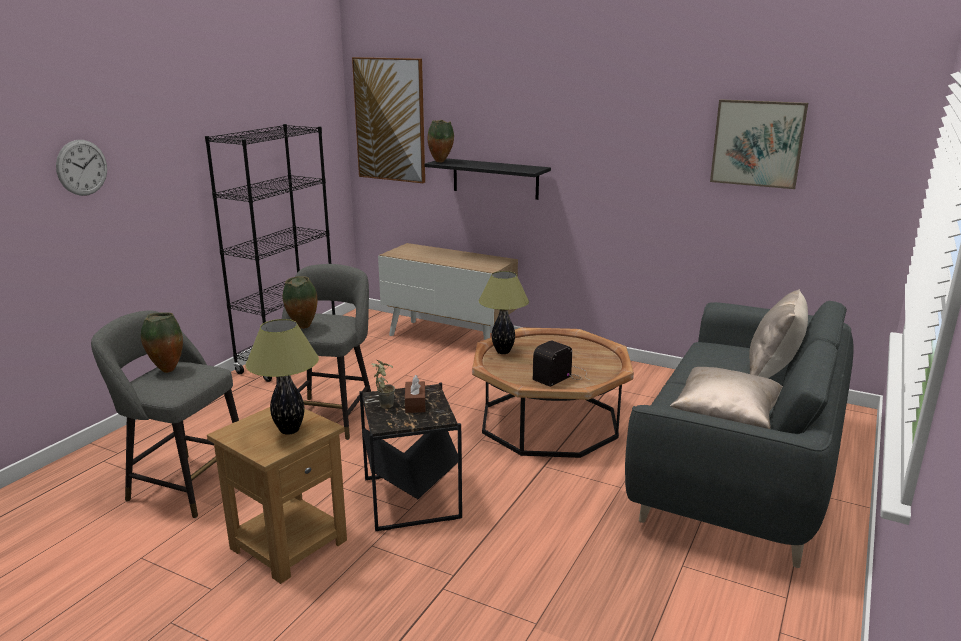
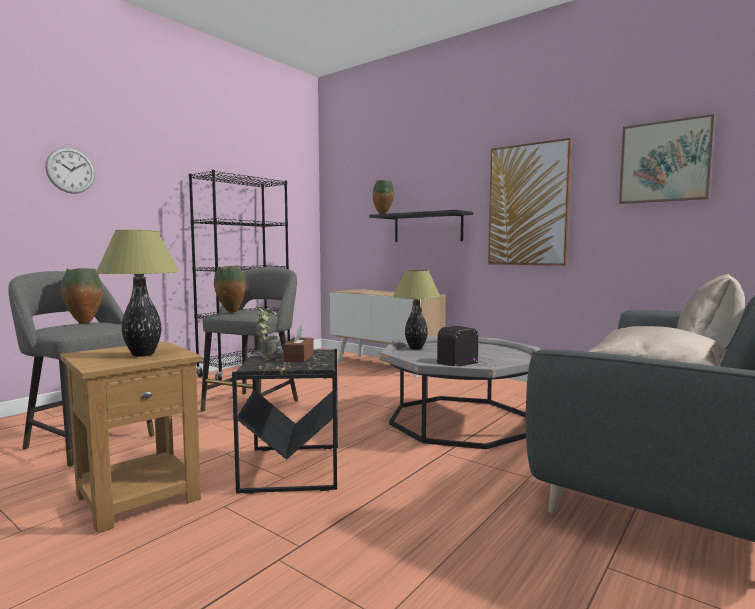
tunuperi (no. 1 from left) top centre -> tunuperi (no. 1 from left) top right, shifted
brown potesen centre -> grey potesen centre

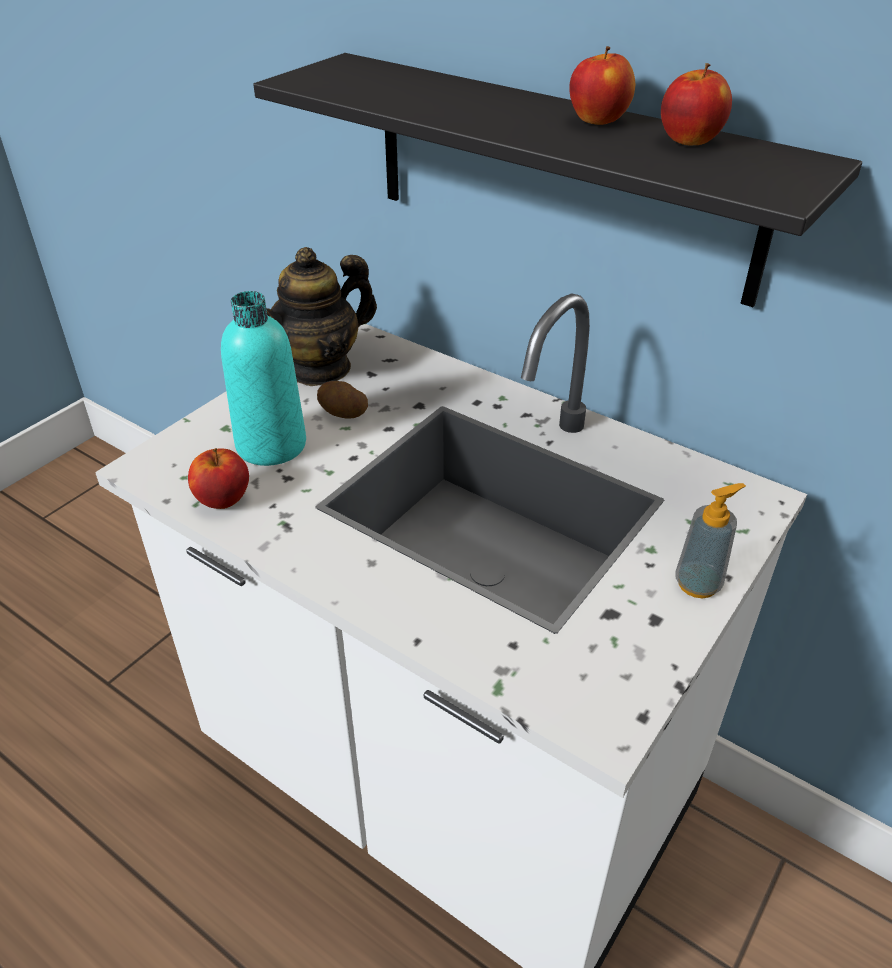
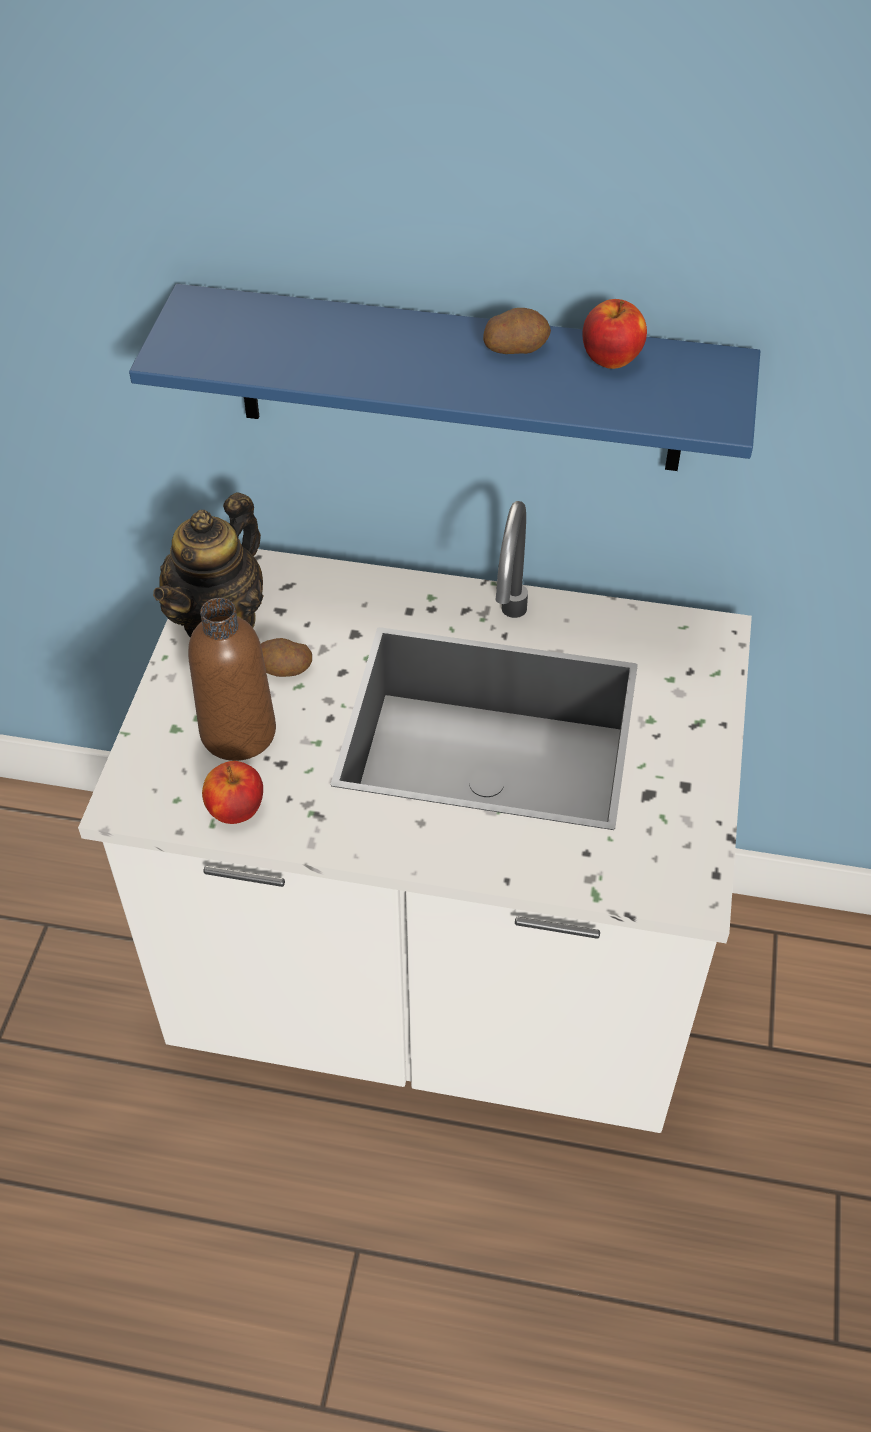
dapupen (no. 2 from left) top right -> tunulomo (no. 2 from left) top centre
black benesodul top centre -> blue benesodul top centre
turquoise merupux middle left -> brown merupux middle left
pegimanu middle right -> none

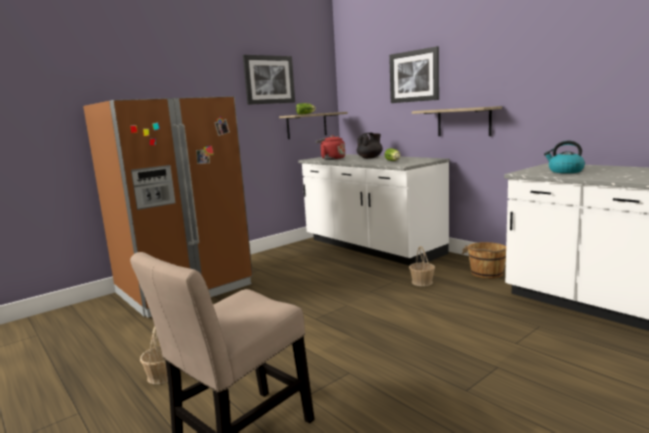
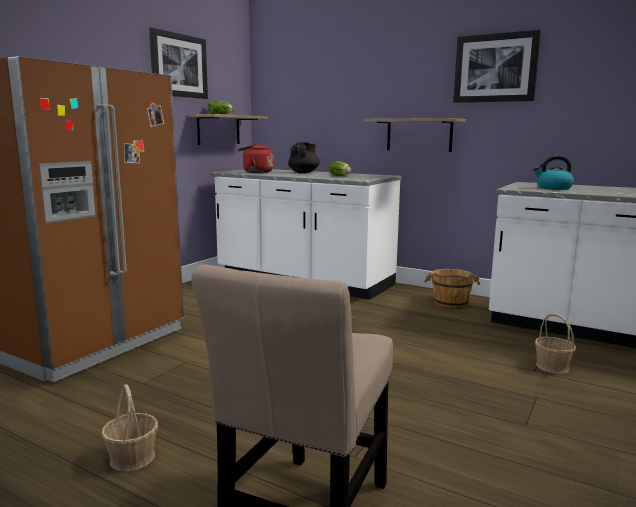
tunuperi (no. 2 from left) top centre -> tunuperi (no. 2 from left) top right, shifted
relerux (no. 2 from left) centre -> relerux (no. 2 from left) bottom right, shifted

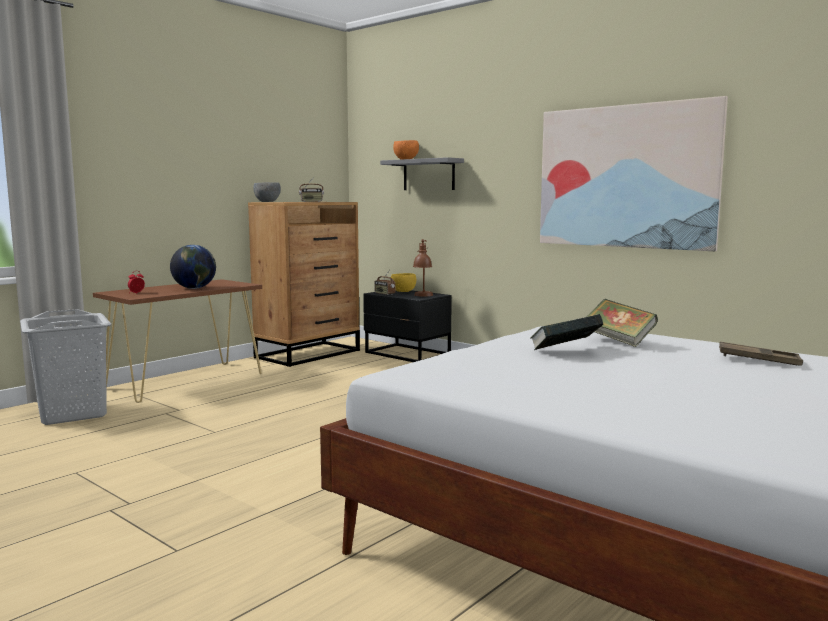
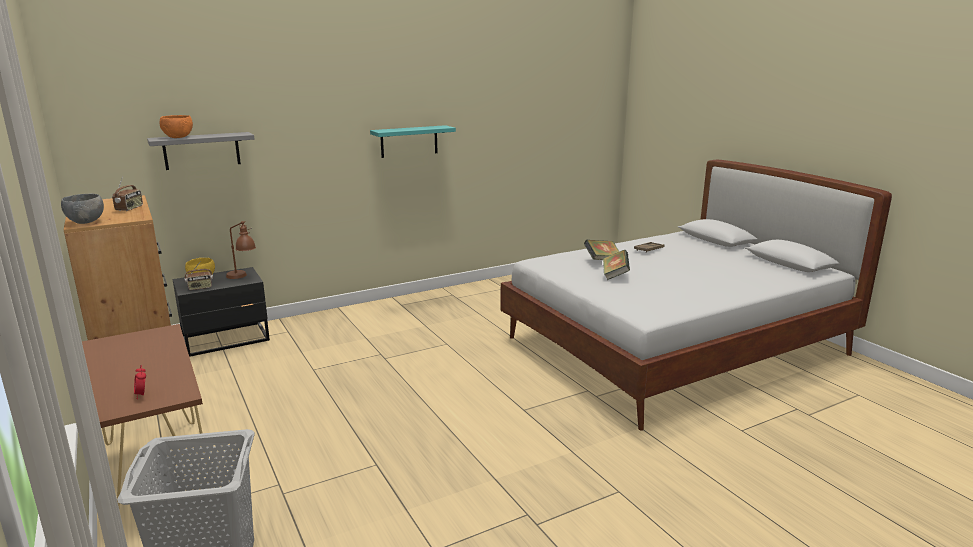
tunuperi top right -> turquoise benesodul top centre
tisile middle left -> none

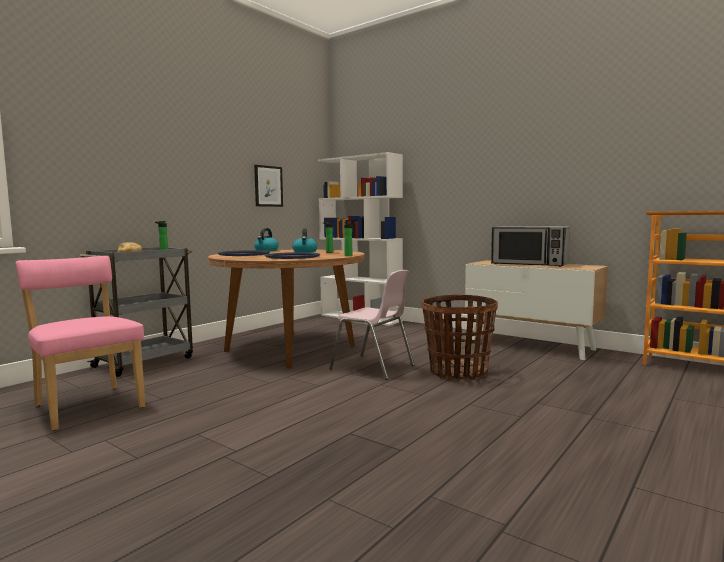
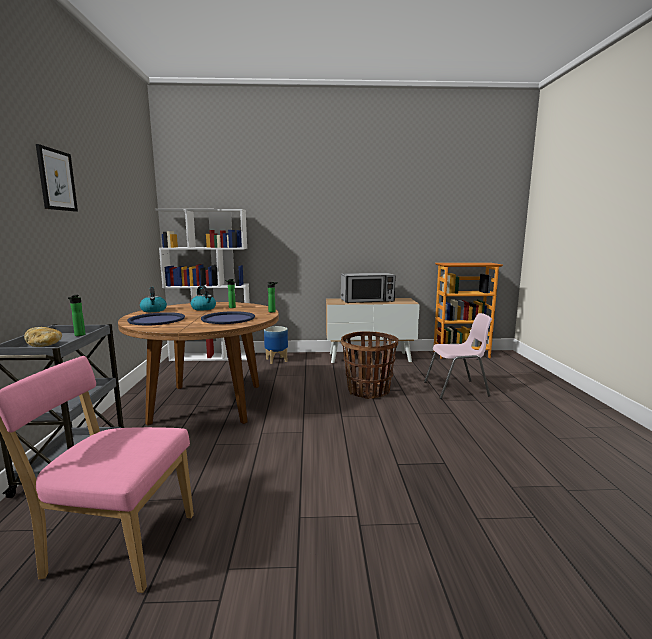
tunuperi top centre -> tunuperi top left, shifted
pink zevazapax (no. 2 from left) centre -> pink zevazapax (no. 2 from left) middle right, shifted
none -> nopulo centre

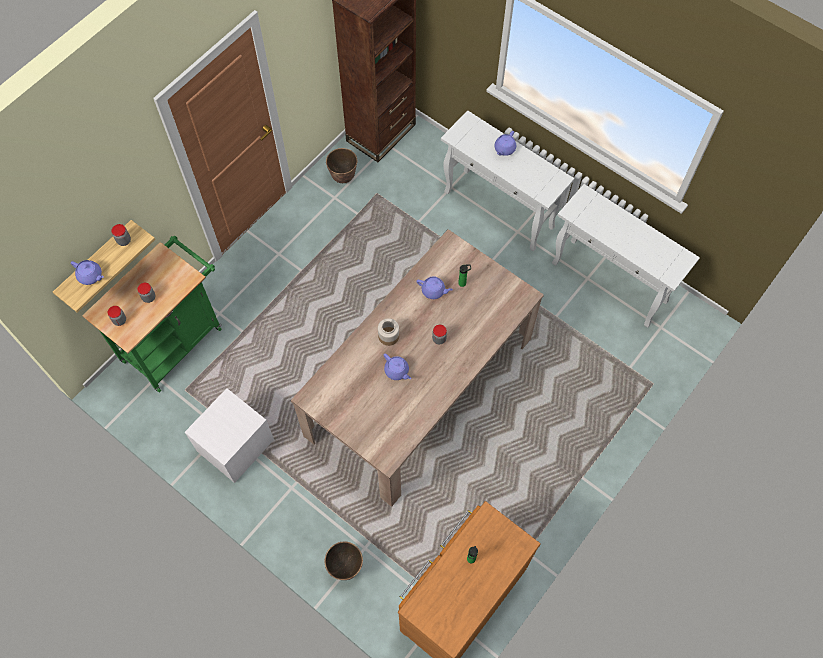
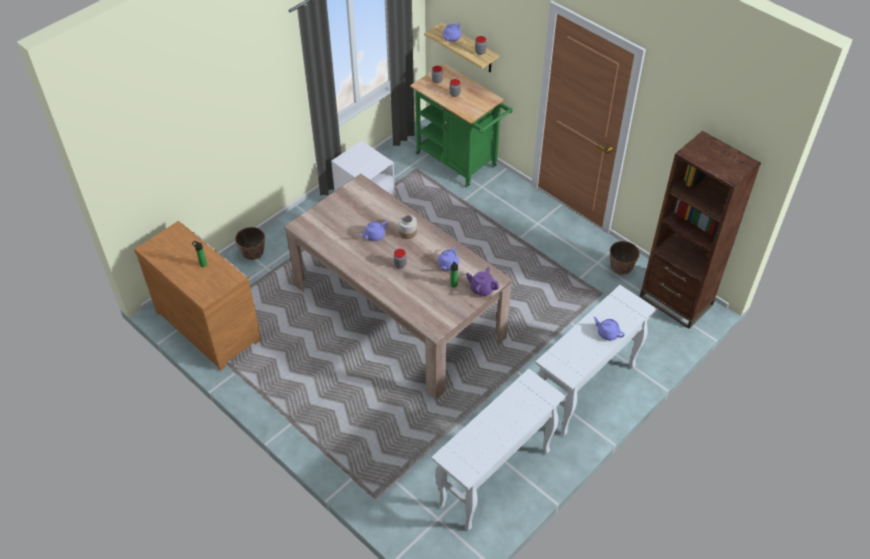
none -> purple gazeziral (no. 4 from left) centre

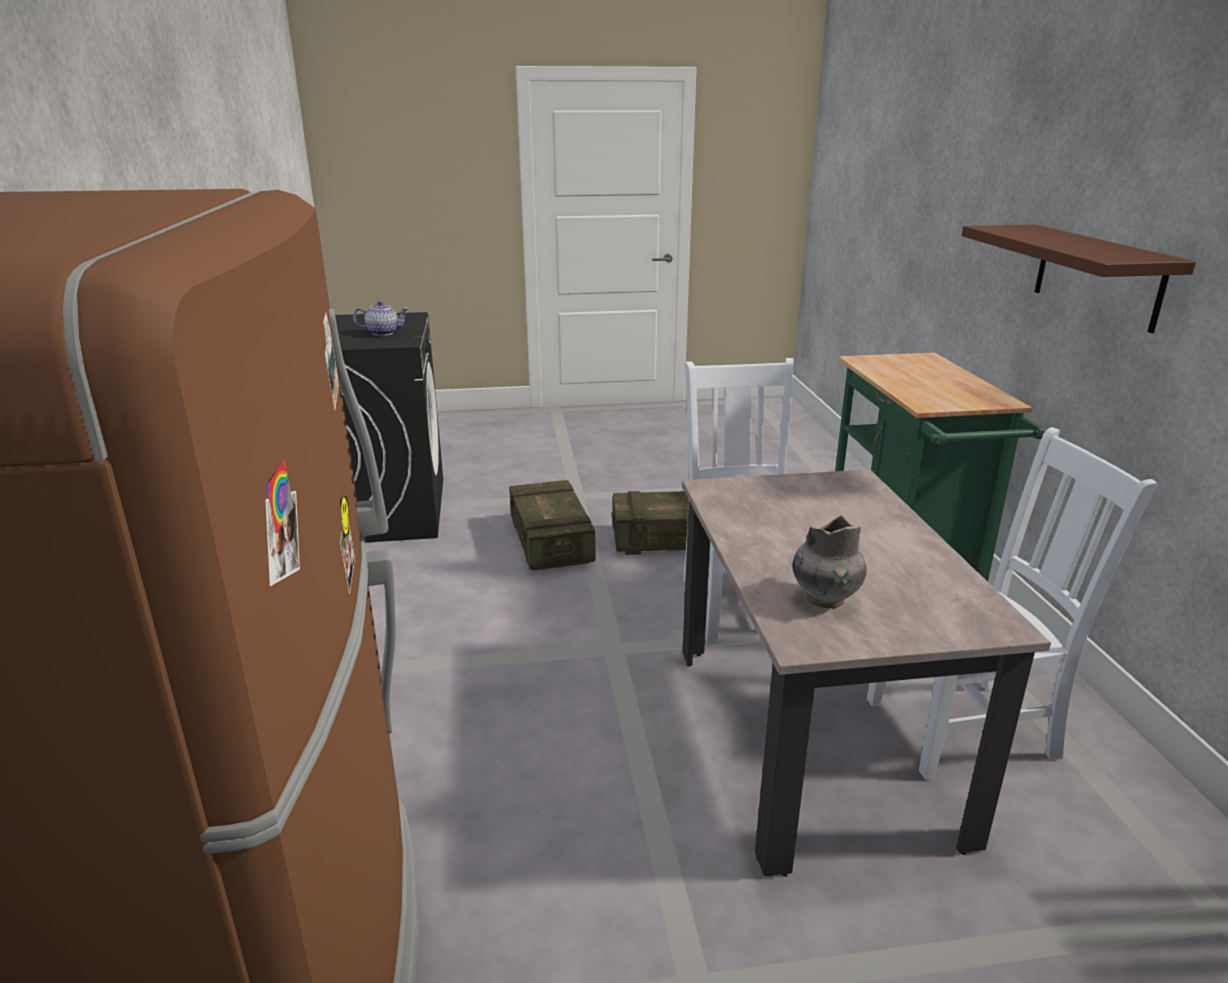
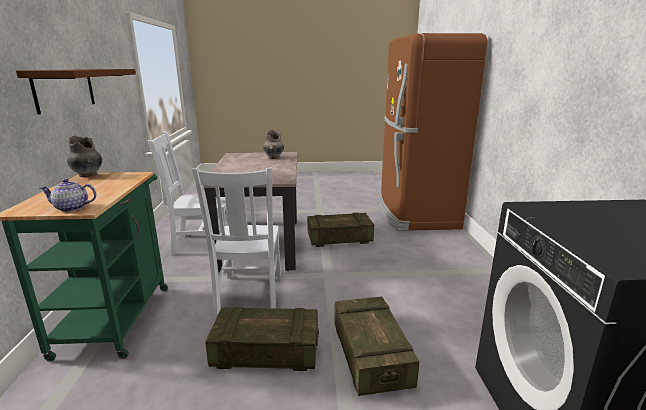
gazeziral top left -> gazeziral middle left, shifted
none -> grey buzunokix (no. 1 from left) middle left
none -> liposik (no. 2 from left) centre

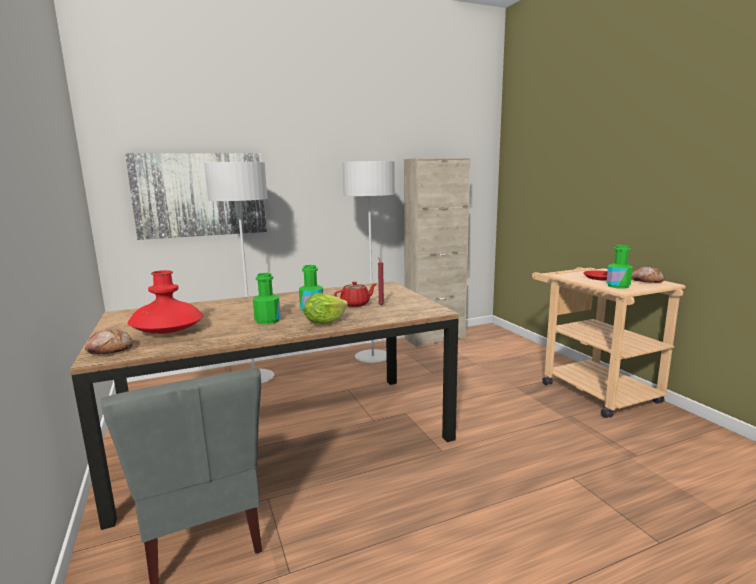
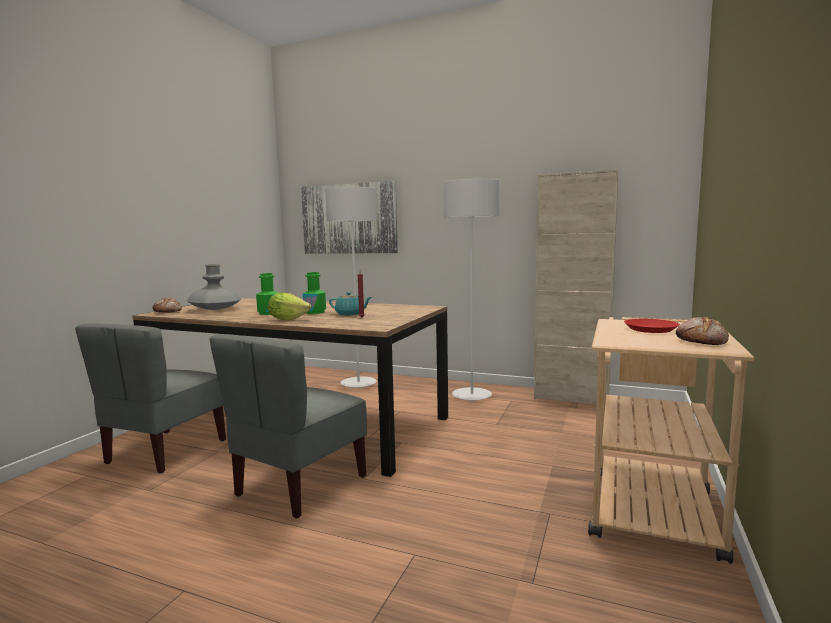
green merupux (no. 3 from left) middle right -> none
red buzunokix middle left -> grey buzunokix middle left
red gazeziral centre -> turquoise gazeziral centre
none -> grey zevazapax (no. 2 from left) bottom centre

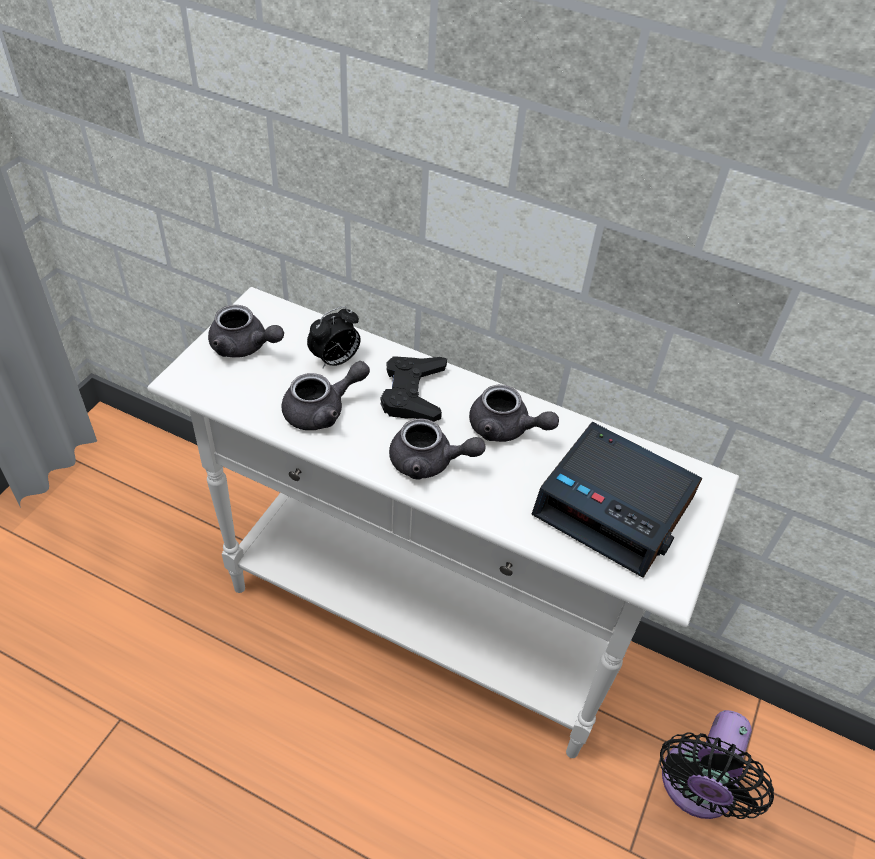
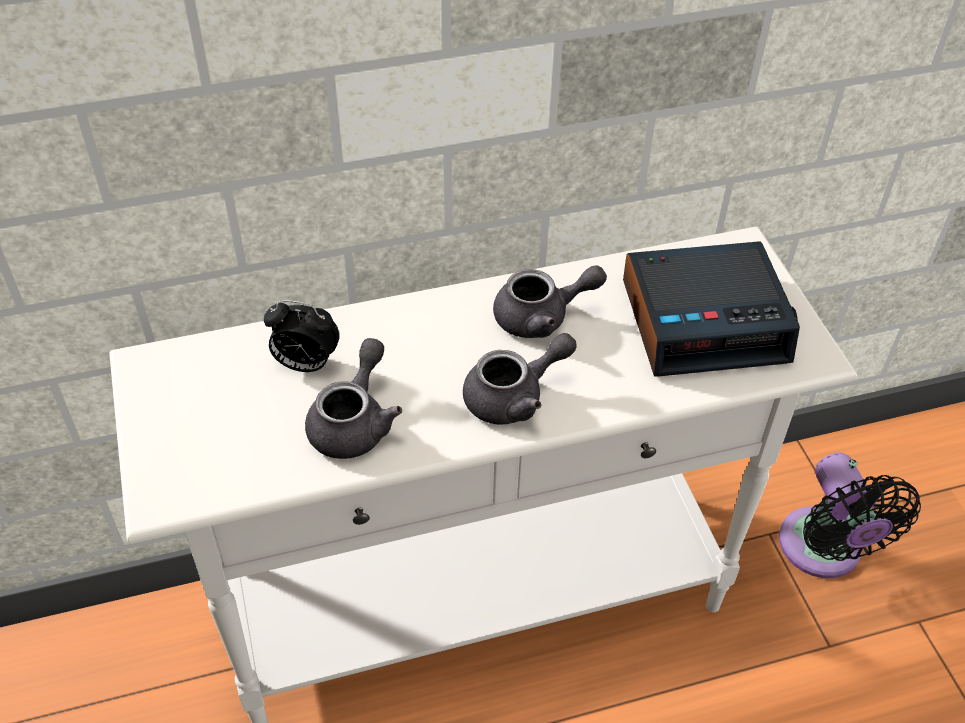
grey gazeziral (no. 1 from left) middle left -> none
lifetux (no. 1 from left) centre -> lifetux (no. 1 from left) middle left, 90 degrees clockwise
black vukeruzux centre -> none

